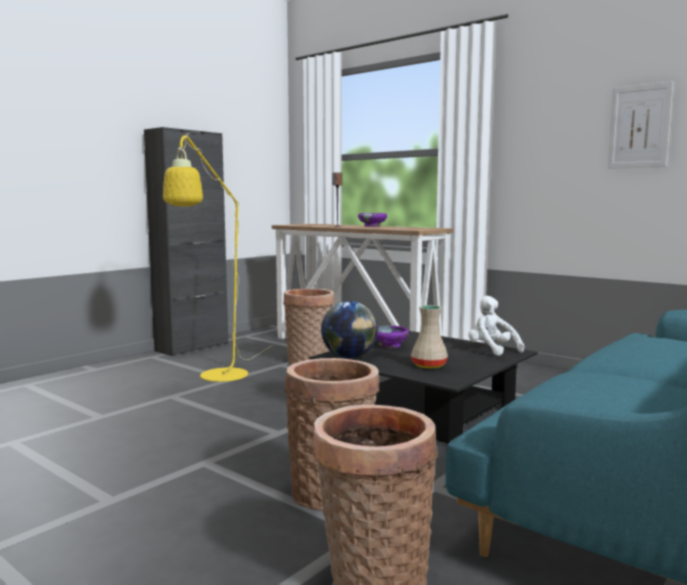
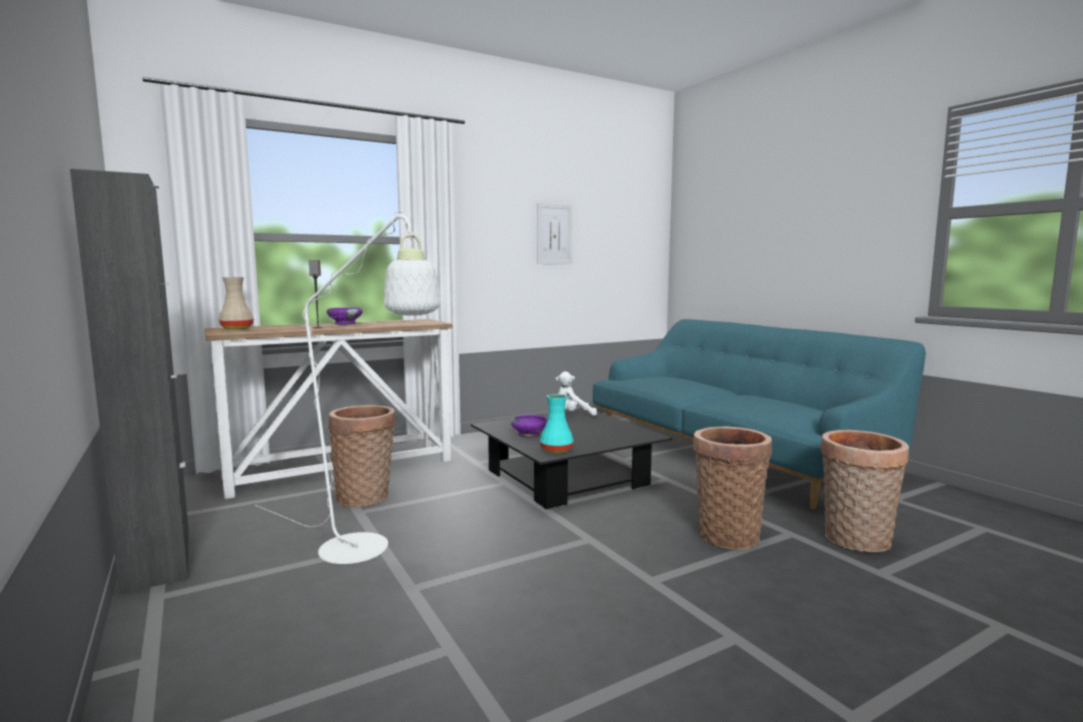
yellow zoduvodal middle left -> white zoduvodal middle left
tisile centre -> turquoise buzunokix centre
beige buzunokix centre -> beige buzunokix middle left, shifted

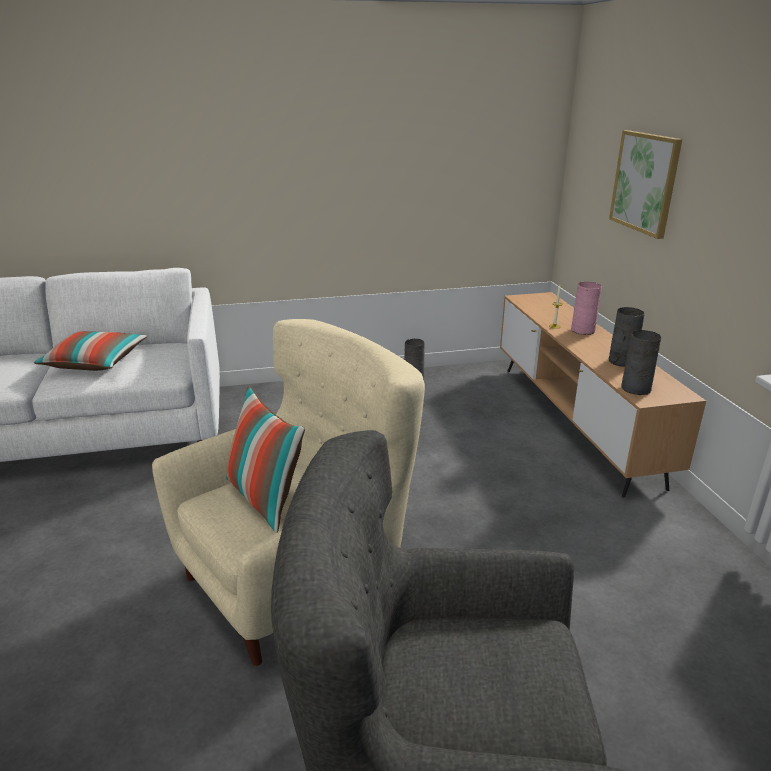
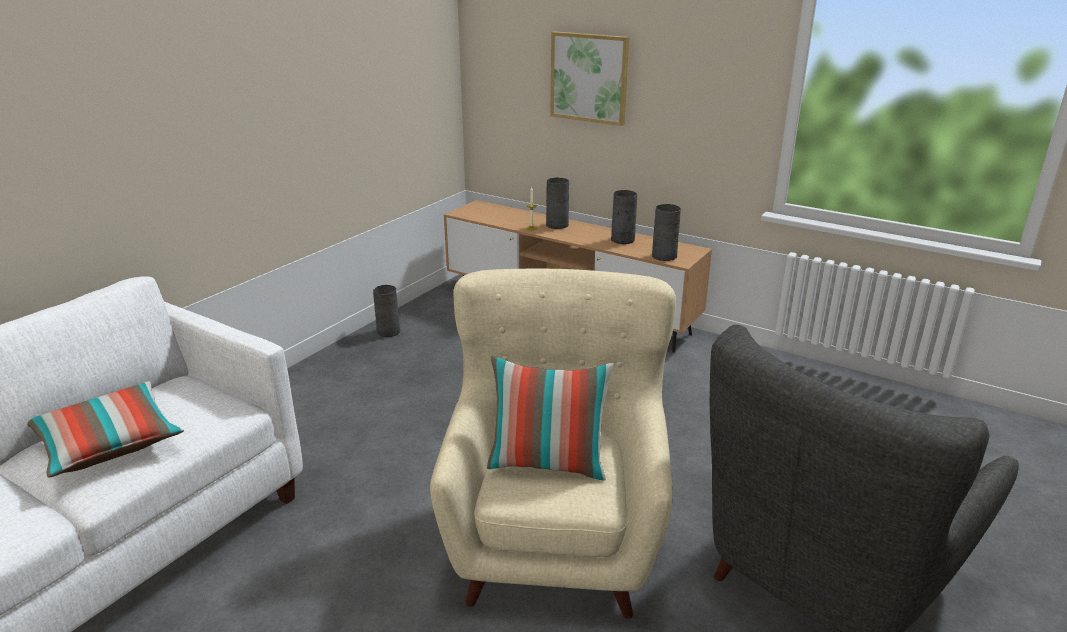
pink buzunokix middle right -> grey buzunokix (no. 2 from left) top centre

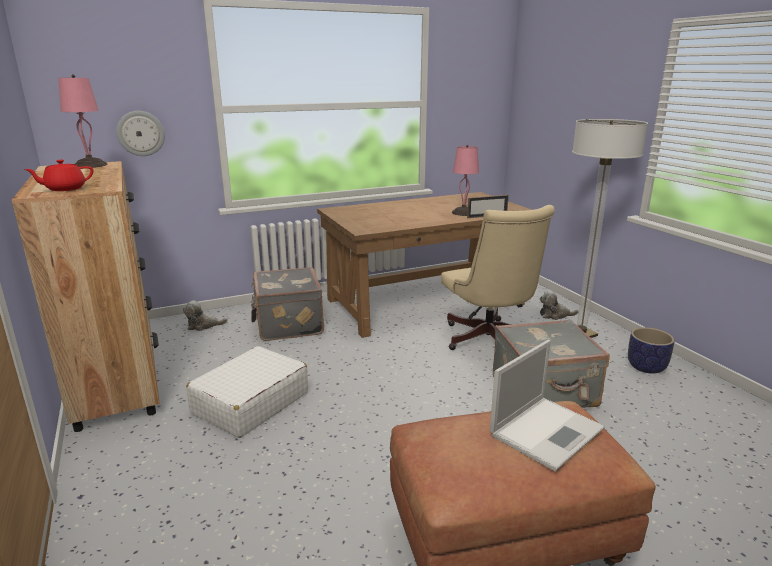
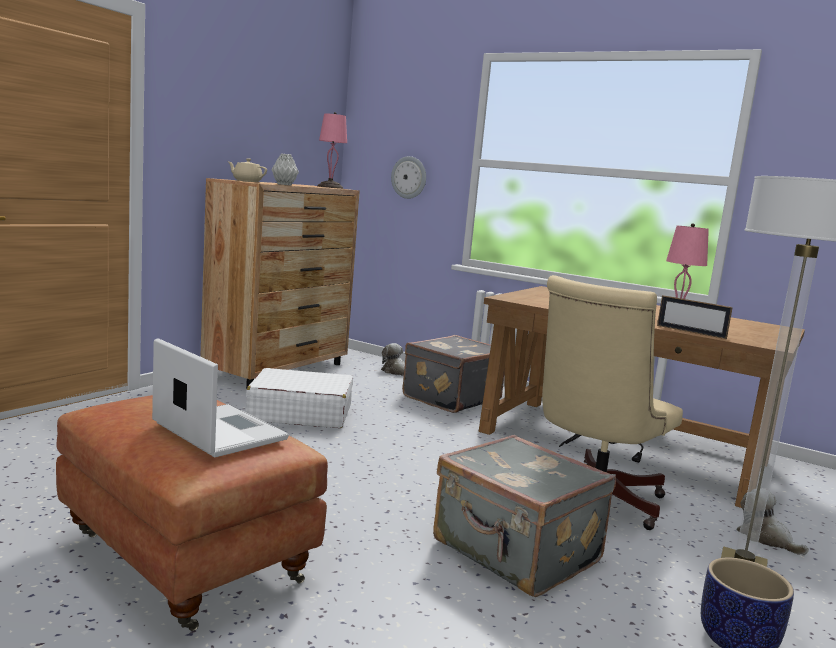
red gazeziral top left -> beige gazeziral top left
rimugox bottom right -> rimugox middle left, 150 degrees counterclockwise
none -> grey buzunokix top centre

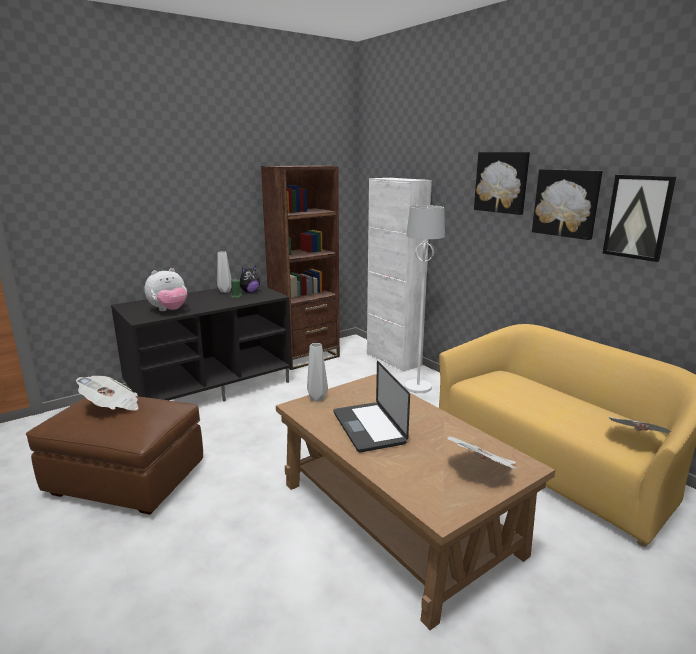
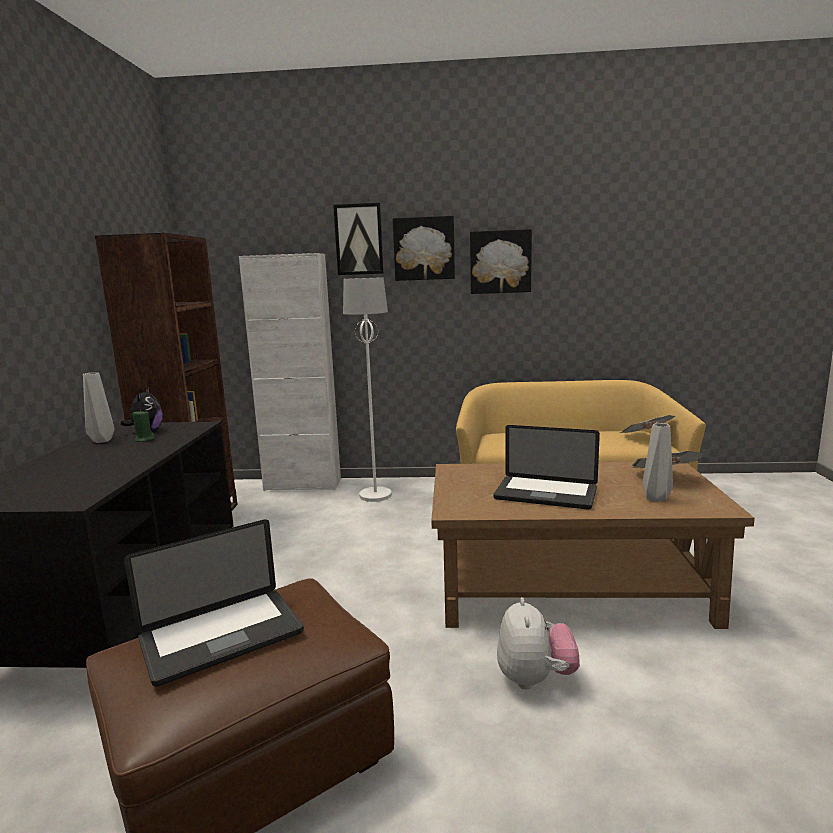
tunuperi (no. 3 from left in the first image) middle right -> tunuperi (no. 1 from left) top centre, shifted
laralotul (no. 1 from left in the first image) middle left -> laralotul (no. 2 from left) bottom centre, shifted
grey buzunokix (no. 2 from left) centre -> grey buzunokix (no. 2 from left) middle right, shifted
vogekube (no. 1 from left) middle left -> rimugox (no. 1 from left) bottom left

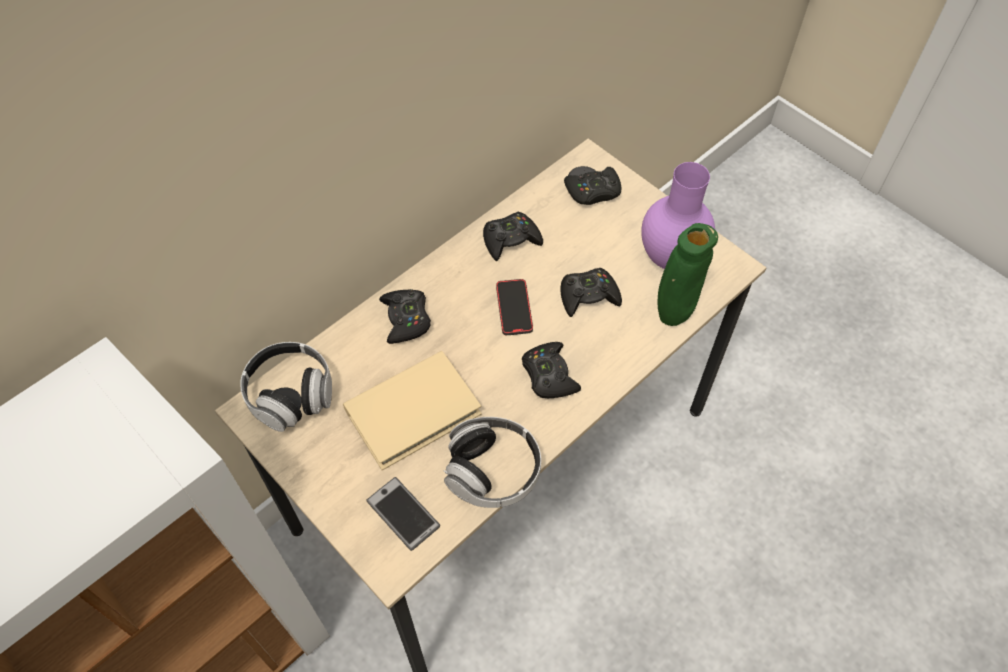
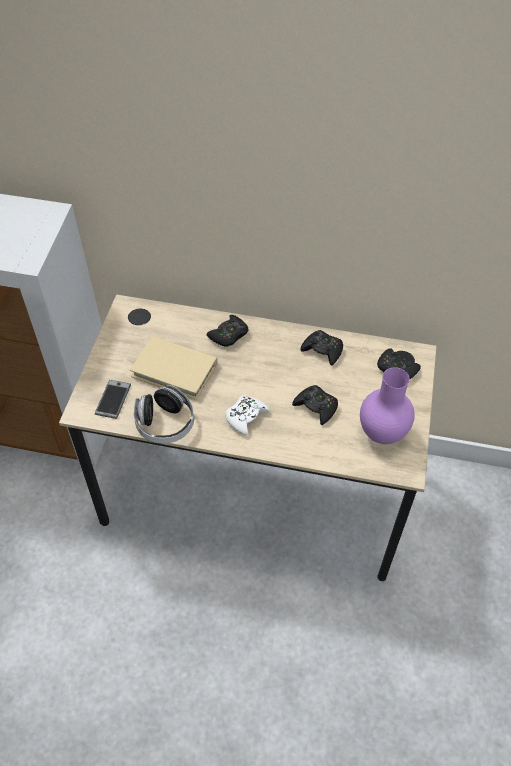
green buzunokix middle right -> none
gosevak (no. 2 from left) centre -> none
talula (no. 1 from left) middle left -> none
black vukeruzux (no. 3 from left) centre -> white vukeruzux centre

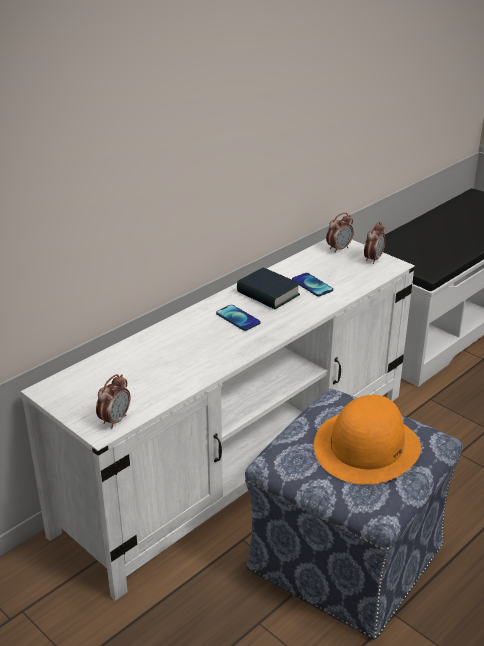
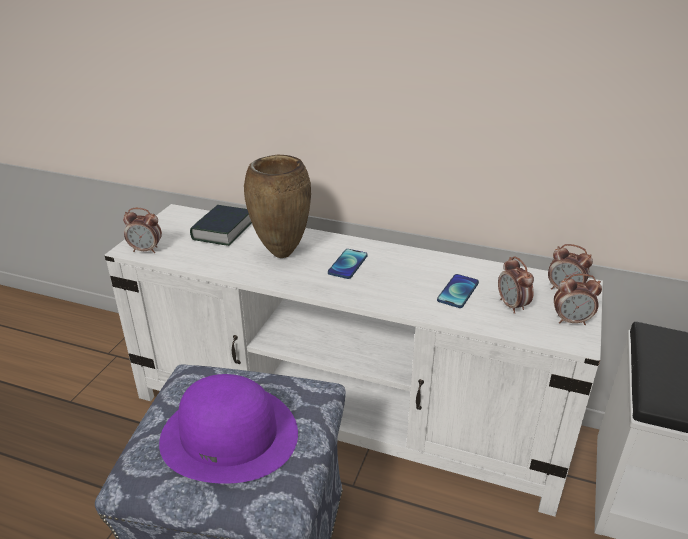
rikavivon centre -> rikavivon middle left, shifted
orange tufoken bottom right -> purple tufoken bottom left
none -> brown buzunokix centre
none -> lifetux (no. 2 from left) middle right

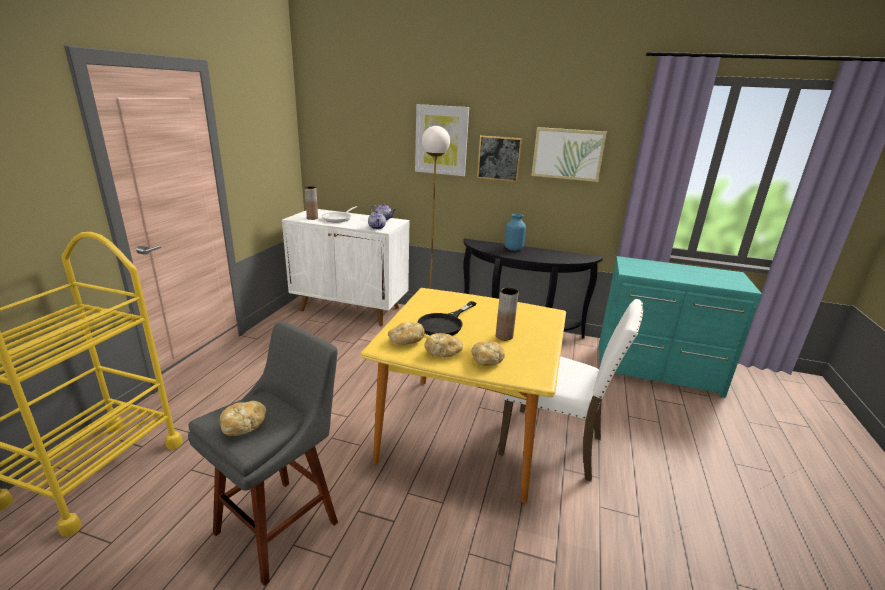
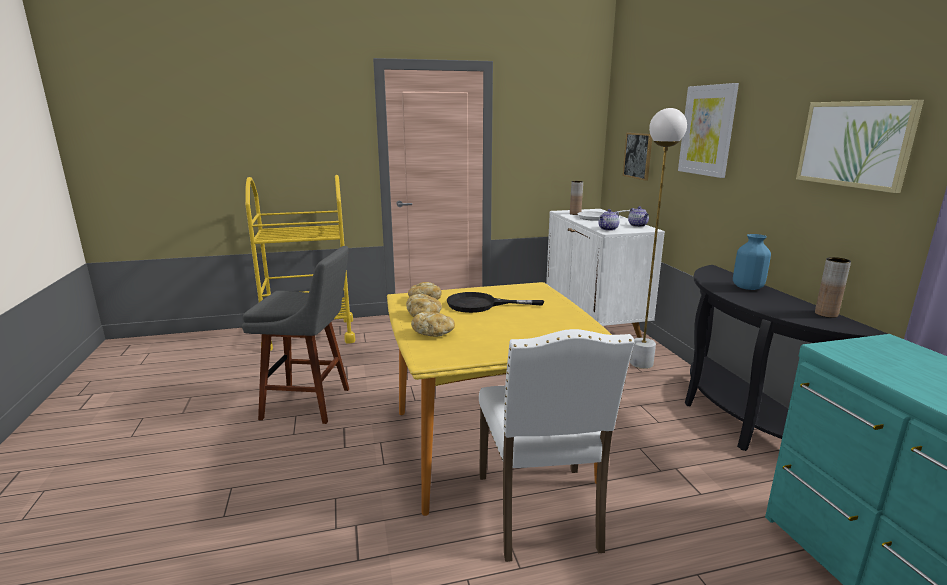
tunuperi (no. 2 from left in the first image) top centre -> tunuperi (no. 1 from left) top right, shifted
brown buzunokix (no. 2 from left) centre -> brown buzunokix (no. 2 from left) middle right, shifted
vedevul (no. 1 from left) bottom left -> none

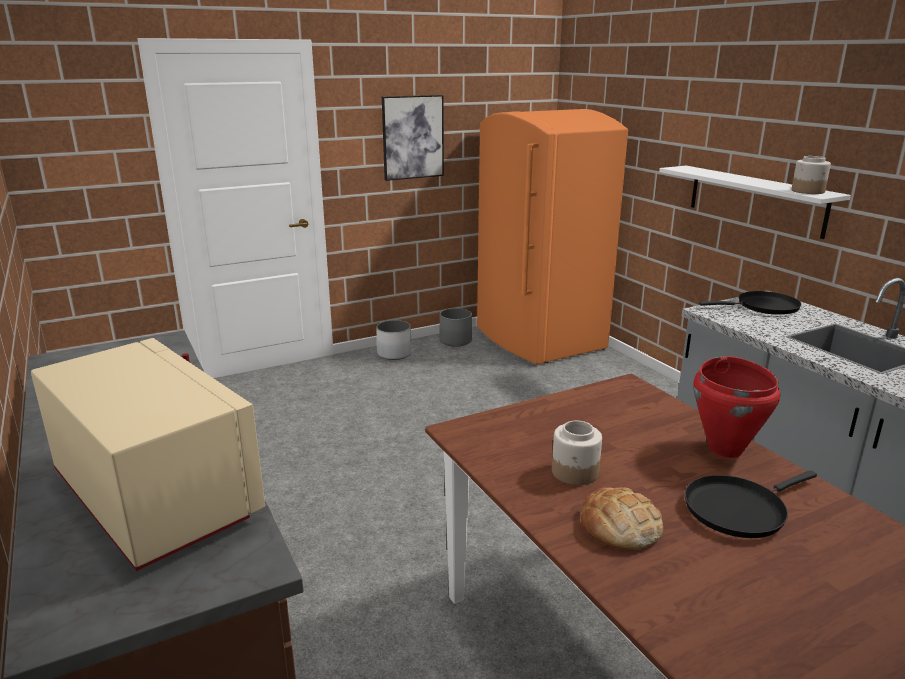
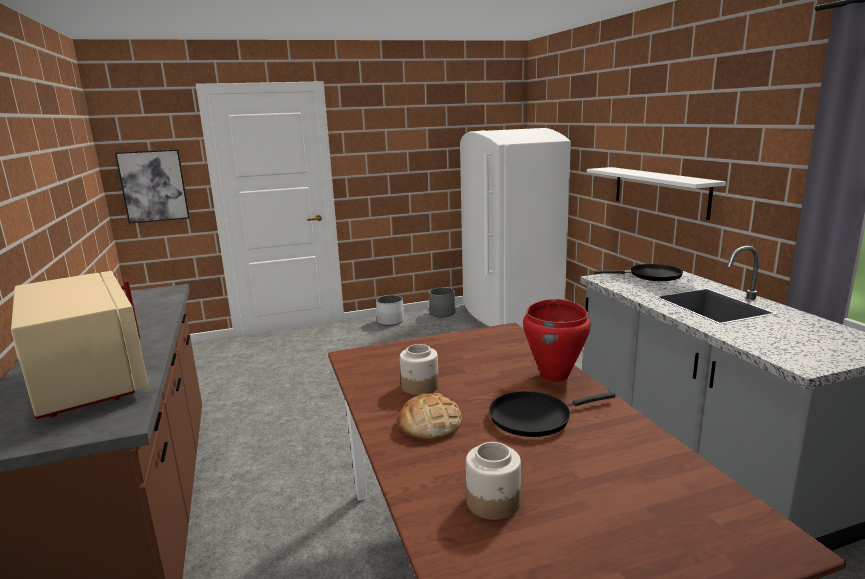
tunuperi top centre -> tunuperi top left, shifted
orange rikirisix centre -> white rikirisix centre
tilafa (no. 2 from left) top right -> tilafa (no. 2 from left) bottom centre, shifted

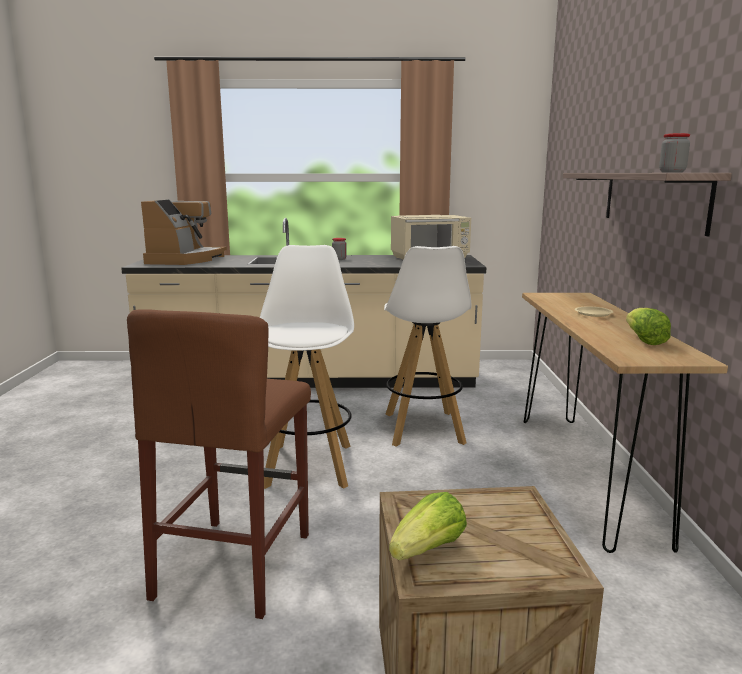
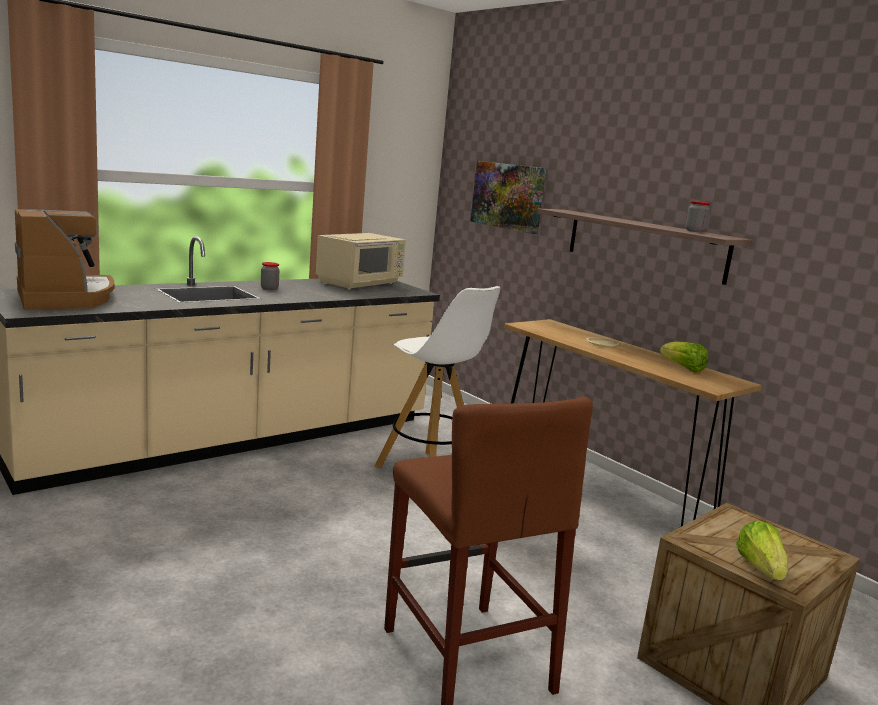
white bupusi (no. 1 from left) centre -> none
none -> tunuperi top centre

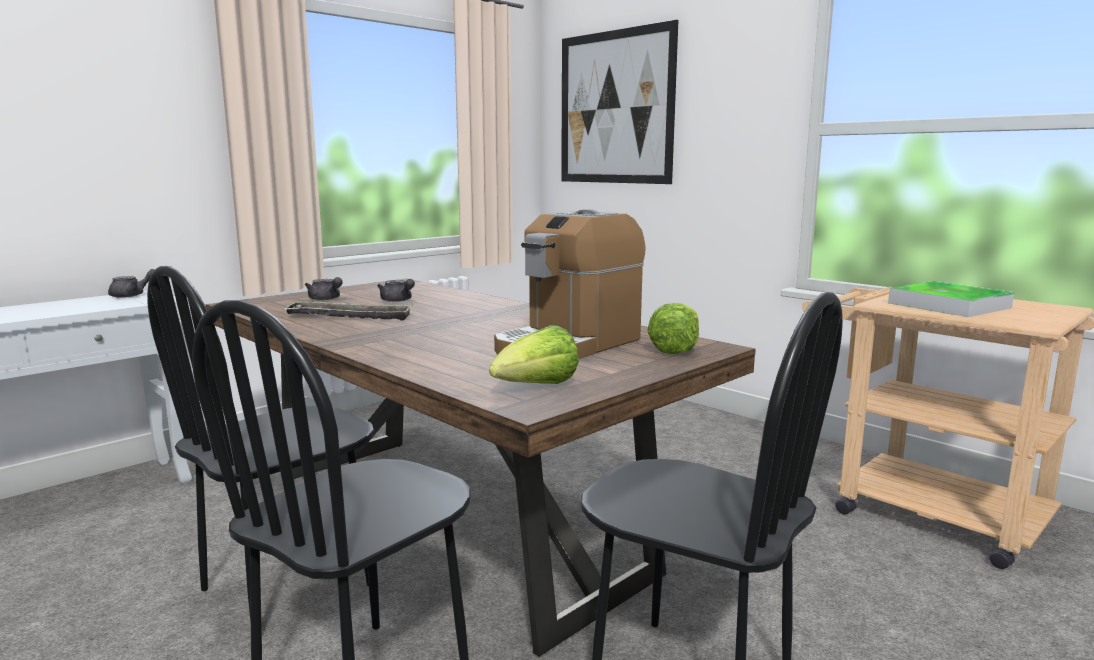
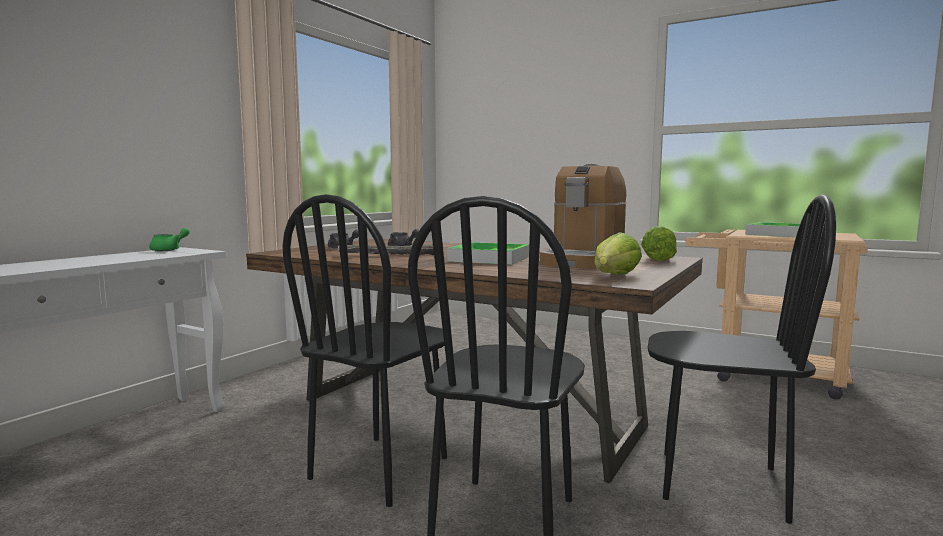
tunuperi top centre -> none
grey gazeziral (no. 1 from left) middle left -> green gazeziral middle left
none -> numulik (no. 2 from left) centre

